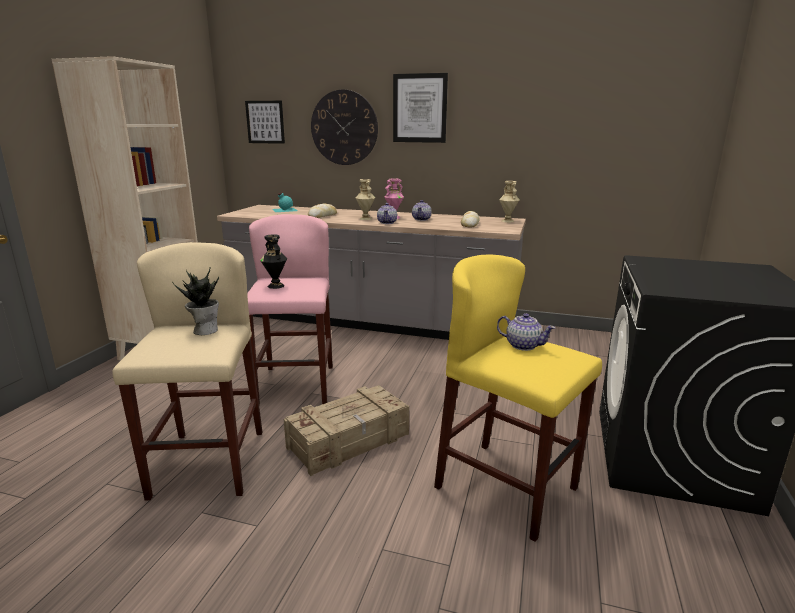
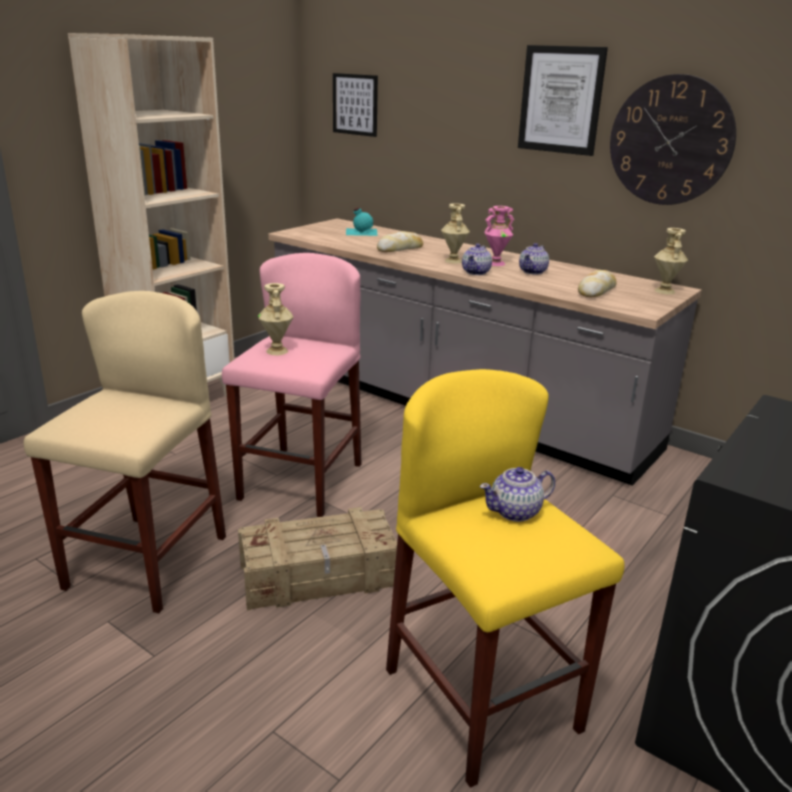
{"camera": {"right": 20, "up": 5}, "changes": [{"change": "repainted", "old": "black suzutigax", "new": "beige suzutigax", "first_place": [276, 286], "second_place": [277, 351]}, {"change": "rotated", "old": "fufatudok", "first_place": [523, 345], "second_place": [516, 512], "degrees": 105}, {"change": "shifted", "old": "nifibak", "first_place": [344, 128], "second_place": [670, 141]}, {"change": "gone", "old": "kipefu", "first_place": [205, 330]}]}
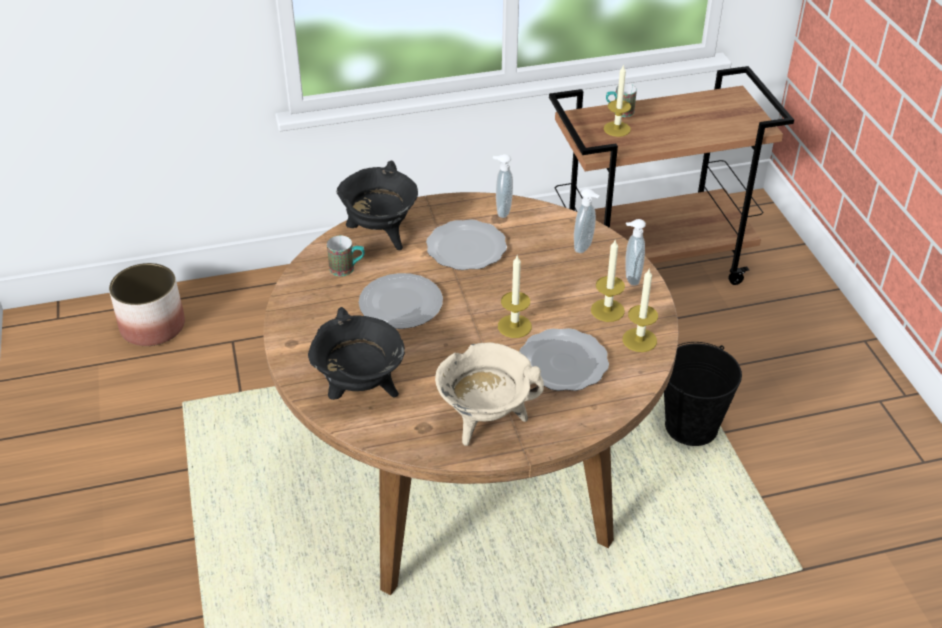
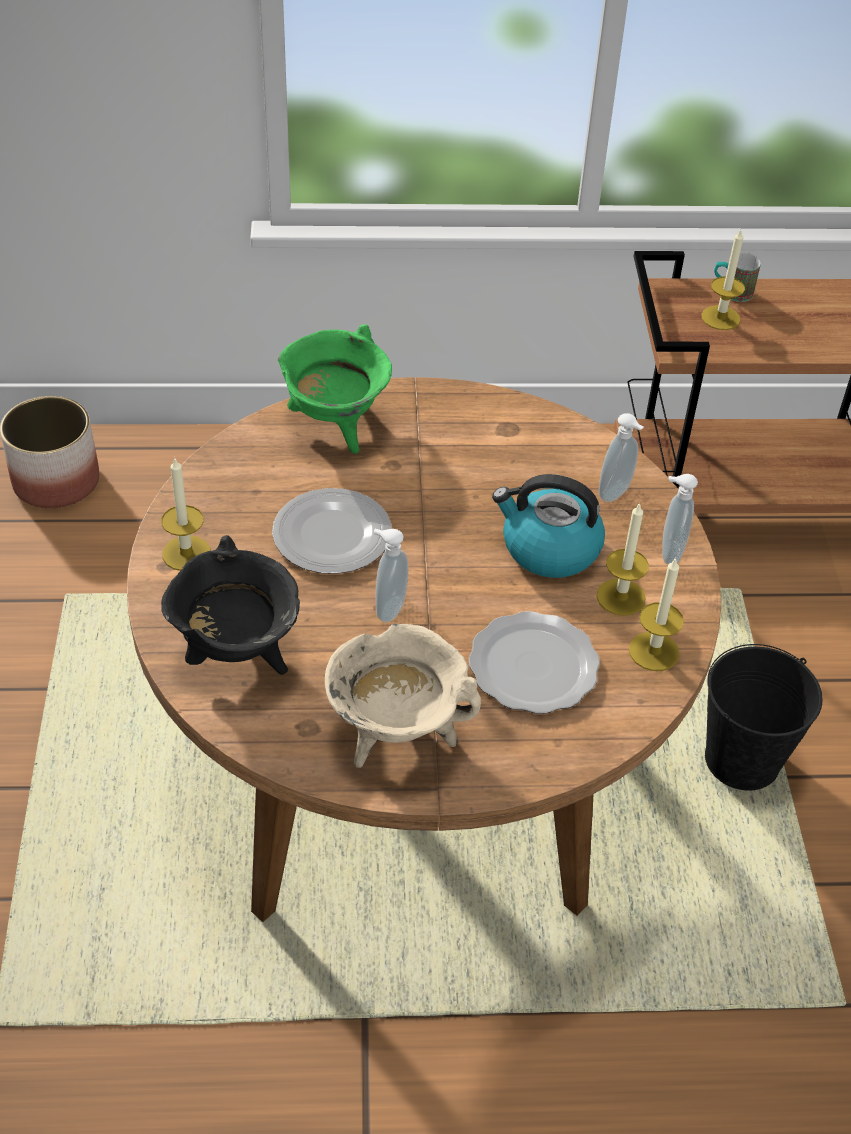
{"camera": {"right": 10, "up": 5}, "changes": [{"change": "shifted", "old": "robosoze", "first_place": [514, 326], "second_place": [186, 553]}, {"change": "repainted", "old": "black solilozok", "new": "green solilozok", "first_place": [381, 235], "second_place": [336, 426]}, {"change": "shifted", "old": "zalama", "first_place": [502, 211], "second_place": [388, 608]}, {"change": "new", "new": "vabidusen", "second_place": [549, 549]}, {"change": "gone", "old": "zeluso", "first_place": [347, 269]}, {"change": "gone", "old": "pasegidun", "first_place": [466, 249]}]}
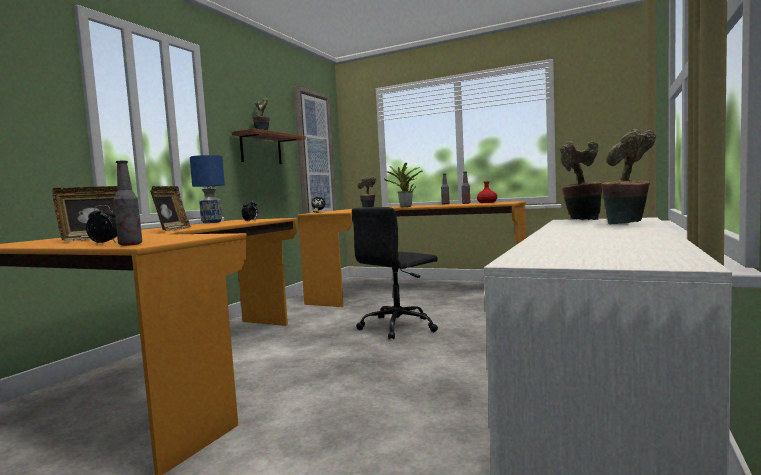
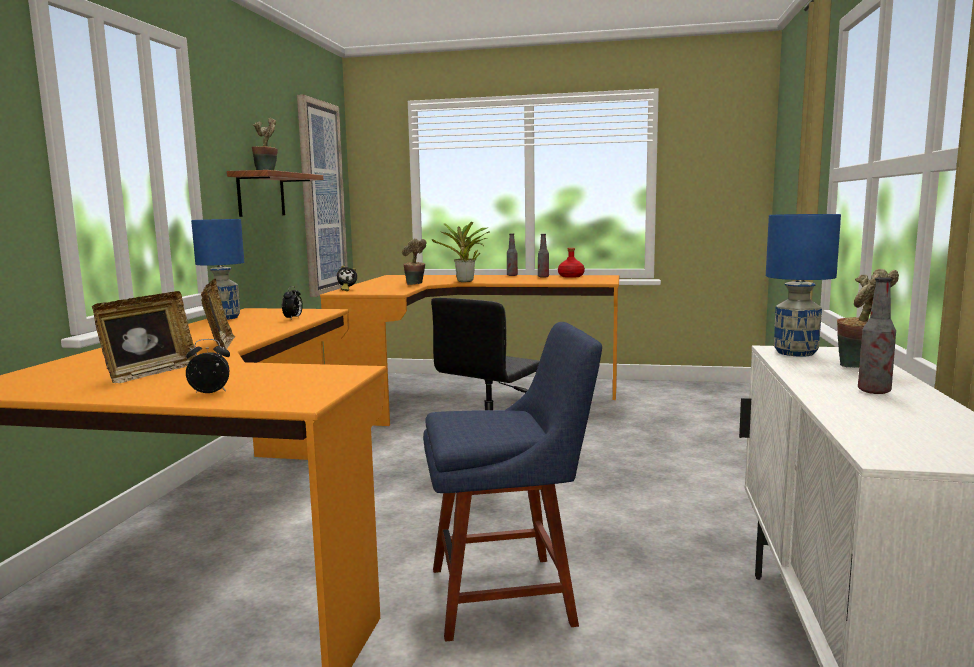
{"camera": {"right": -15, "up": 5}, "changes": [{"change": "new", "new": "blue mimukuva", "second_place": [510, 594]}, {"change": "swapped", "old": "kipefu", "new": "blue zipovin", "first_place": [580, 221], "second_place": [795, 353]}, {"change": "shifted", "old": "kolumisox", "first_place": [130, 244], "second_place": [874, 391]}]}
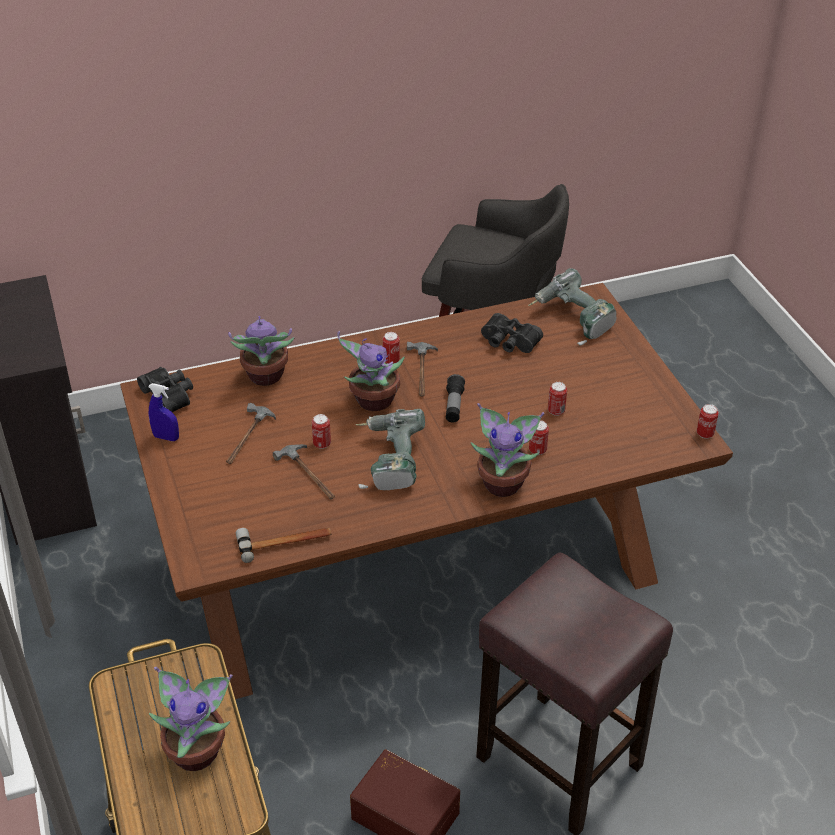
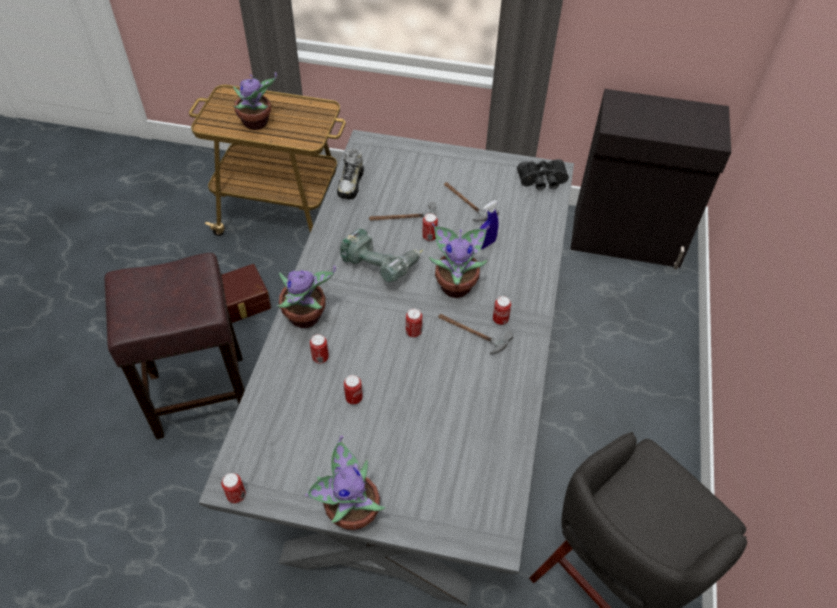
{"camera": {"right": 120, "up": 10}, "changes": [{"change": "repainted", "old": "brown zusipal", "new": "grey zusipal", "first_place": [418, 563], "second_place": [416, 407]}, {"change": "shifted", "old": "kipefu", "first_place": [265, 377], "second_place": [350, 511]}, {"change": "swapped", "old": "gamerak", "new": "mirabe", "first_place": [285, 542], "second_place": [351, 184]}, {"change": "swapped", "old": "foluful", "new": "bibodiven", "first_place": [454, 405], "second_place": [413, 332]}, {"change": "shifted", "old": "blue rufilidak", "first_place": [166, 437], "second_place": [486, 244]}, {"change": "gone", "old": "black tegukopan", "first_place": [508, 343]}, {"change": "gone", "old": "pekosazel", "first_place": [572, 320]}]}
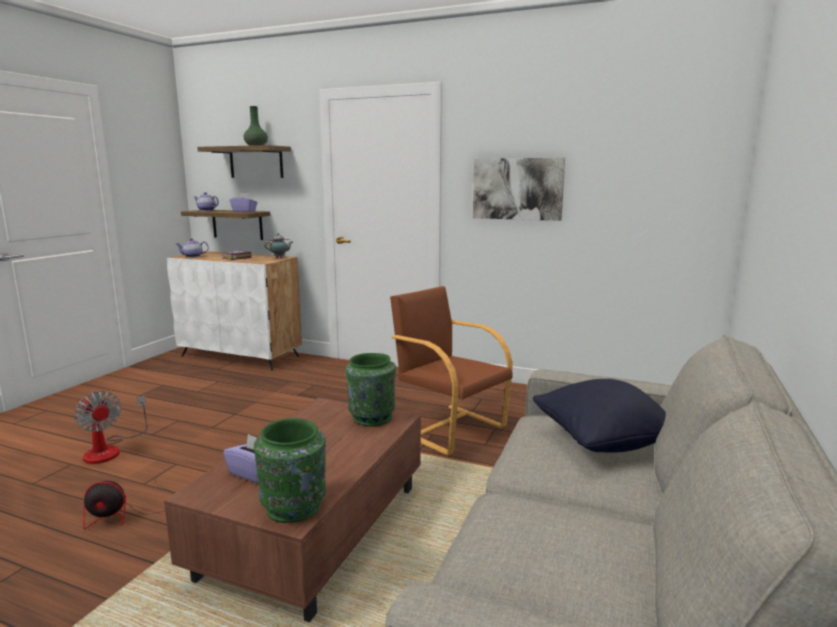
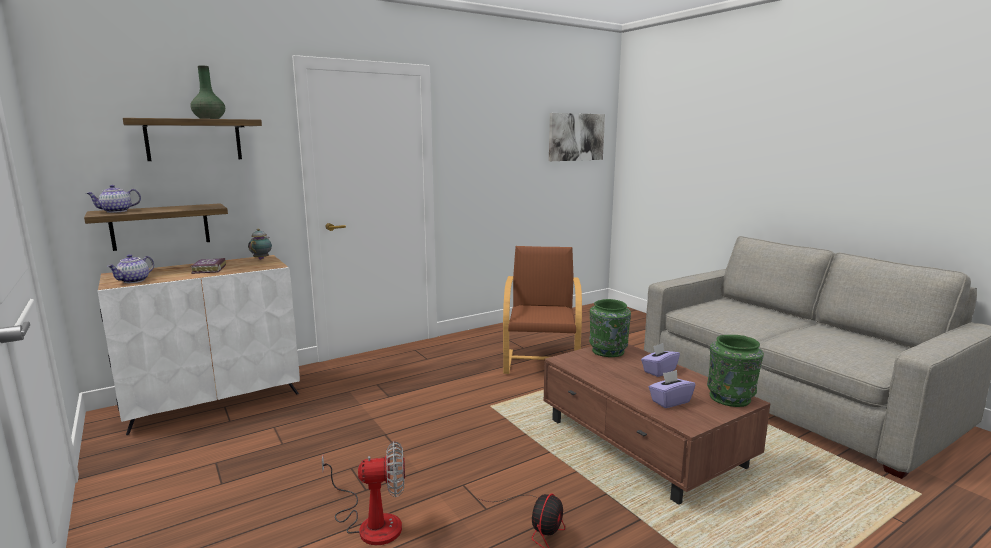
{"camera": {"right": -55, "up": 0}, "changes": [{"change": "rotated", "old": "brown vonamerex", "first_place": [449, 428], "second_place": [541, 362], "degrees": 105}, {"change": "shifted", "old": "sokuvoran", "first_place": [517, 189], "second_place": [576, 137]}, {"change": "shifted", "old": "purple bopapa", "first_place": [244, 211], "second_place": [659, 371]}, {"change": "gone", "old": "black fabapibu", "first_place": [602, 443]}]}
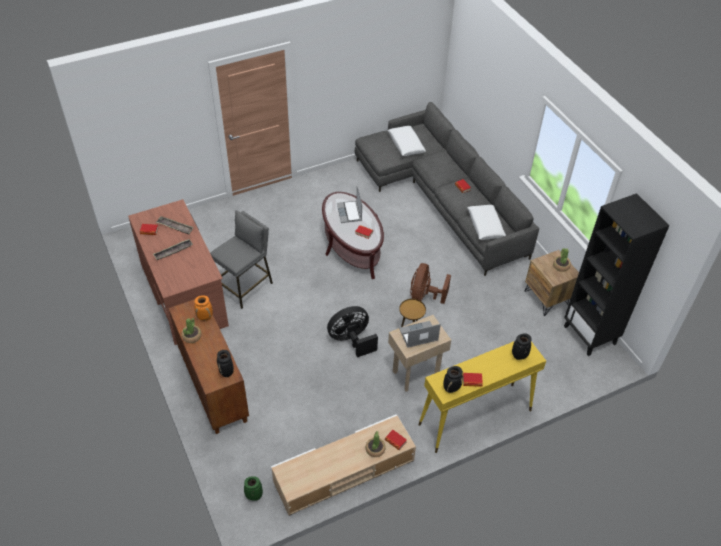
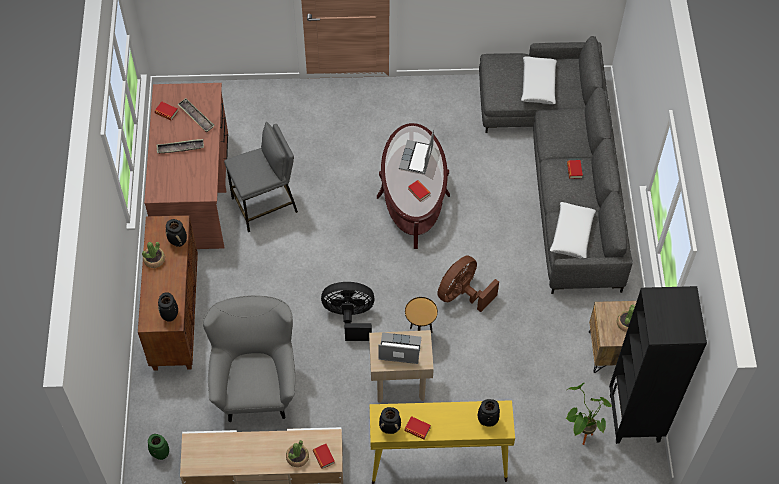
{"camera": {"right": 25, "up": 10}, "changes": [{"change": "repainted", "old": "orange suzutigax", "new": "black suzutigax", "first_place": [205, 317], "second_place": [178, 242]}, {"change": "new", "new": "grey vonamerex", "second_place": [256, 384]}, {"change": "new", "new": "kipefu", "second_place": [580, 437]}]}
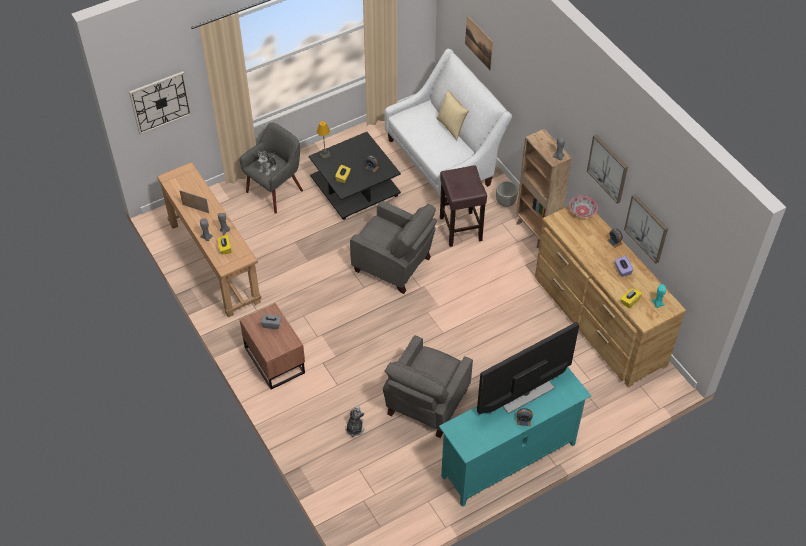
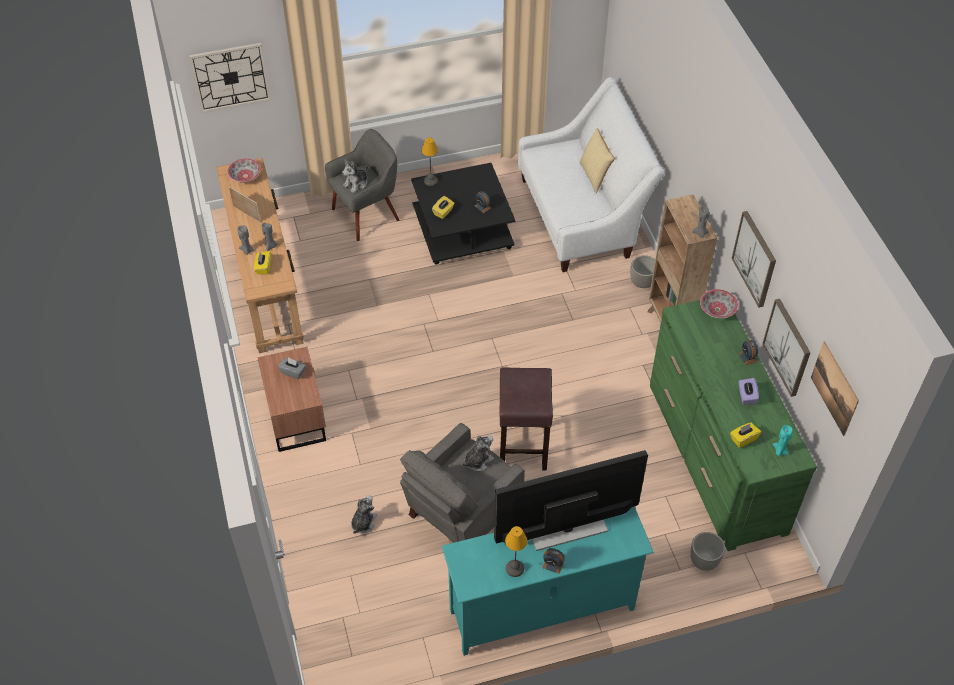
{"camera": {"right": 15, "up": 0}, "changes": [{"change": "new", "new": "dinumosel", "second_place": [245, 176]}, {"change": "new", "new": "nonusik", "second_place": [478, 461]}, {"change": "shifted", "old": "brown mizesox", "first_place": [460, 228], "second_place": [522, 445]}, {"change": "new", "new": "zipovin", "second_place": [514, 569]}, {"change": "repainted", "old": "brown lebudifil", "new": "green lebudifil", "first_place": [598, 321], "second_place": [715, 456]}, {"change": "new", "new": "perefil", "second_place": [703, 561]}, {"change": "shifted", "old": "sokuvoran", "first_place": [479, 42], "second_place": [834, 388]}, {"change": "gone", "old": "grey vonamerex", "first_place": [394, 265]}]}
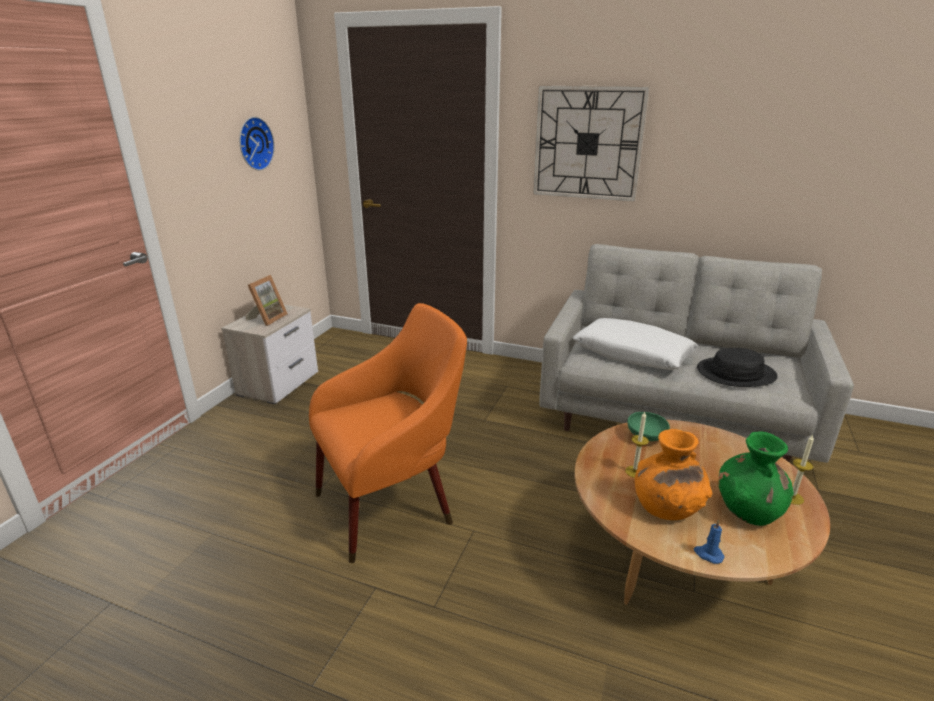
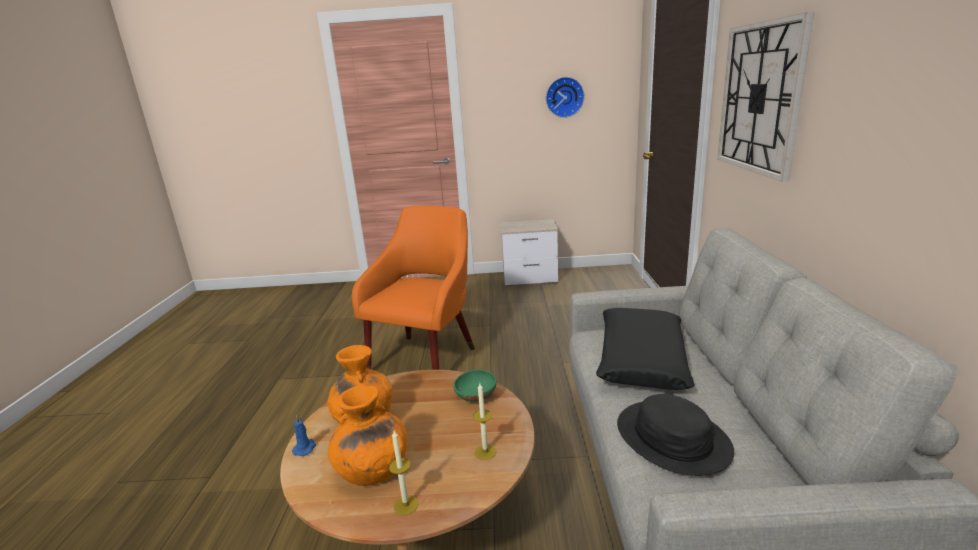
{"camera": {"right": 70, "up": -5}, "changes": [{"change": "repainted", "old": "green suzutigax", "new": "orange suzutigax", "first_place": [748, 510], "second_place": [373, 471]}, {"change": "rotated", "old": "orange vonamerex", "first_place": [392, 504], "second_place": [426, 356], "degrees": -105}, {"change": "shifted", "old": "robosoze", "first_place": [634, 472], "second_place": [485, 452]}, {"change": "repainted", "old": "white fabapibu", "new": "black fabapibu", "first_place": [632, 354], "second_place": [641, 359]}, {"change": "gone", "old": "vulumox", "first_place": [267, 318]}]}
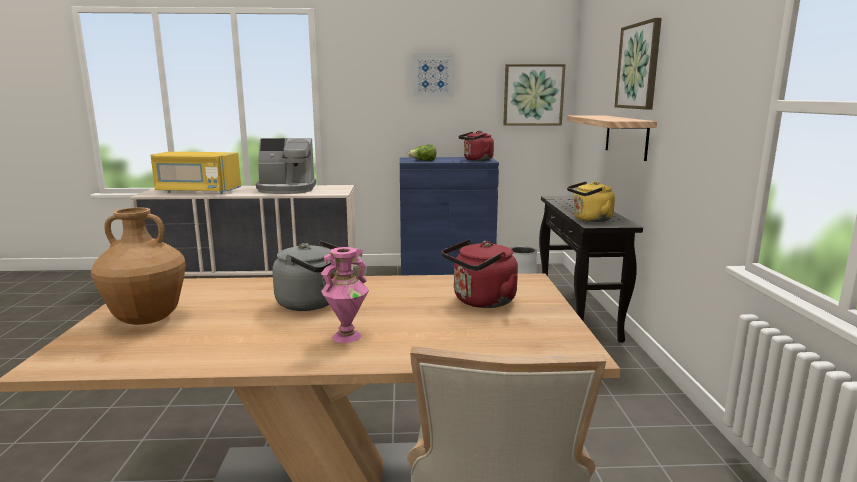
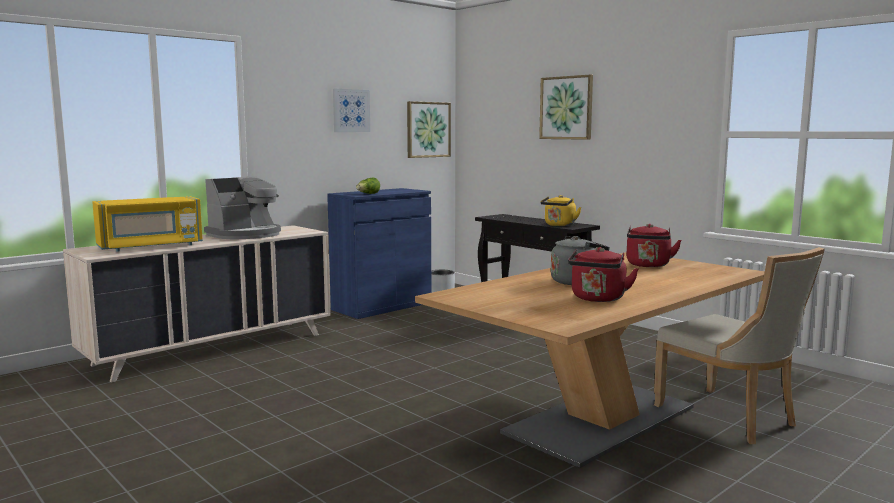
{"camera": {"right": -40, "up": -5}, "changes": [{"change": "shifted", "old": "red vabidusen", "first_place": [476, 160], "second_place": [598, 299]}, {"change": "gone", "old": "brown suzutigax", "first_place": [148, 319]}, {"change": "gone", "old": "pink suzutigax", "first_place": [346, 336]}, {"change": "gone", "old": "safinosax", "first_place": [626, 136]}]}
